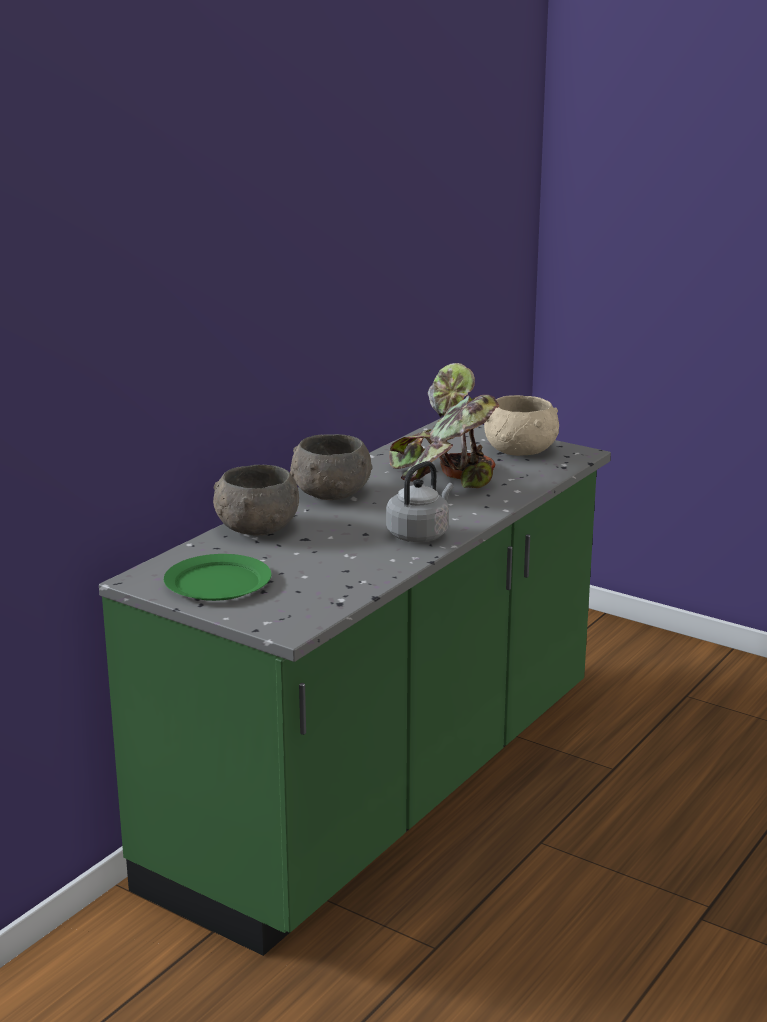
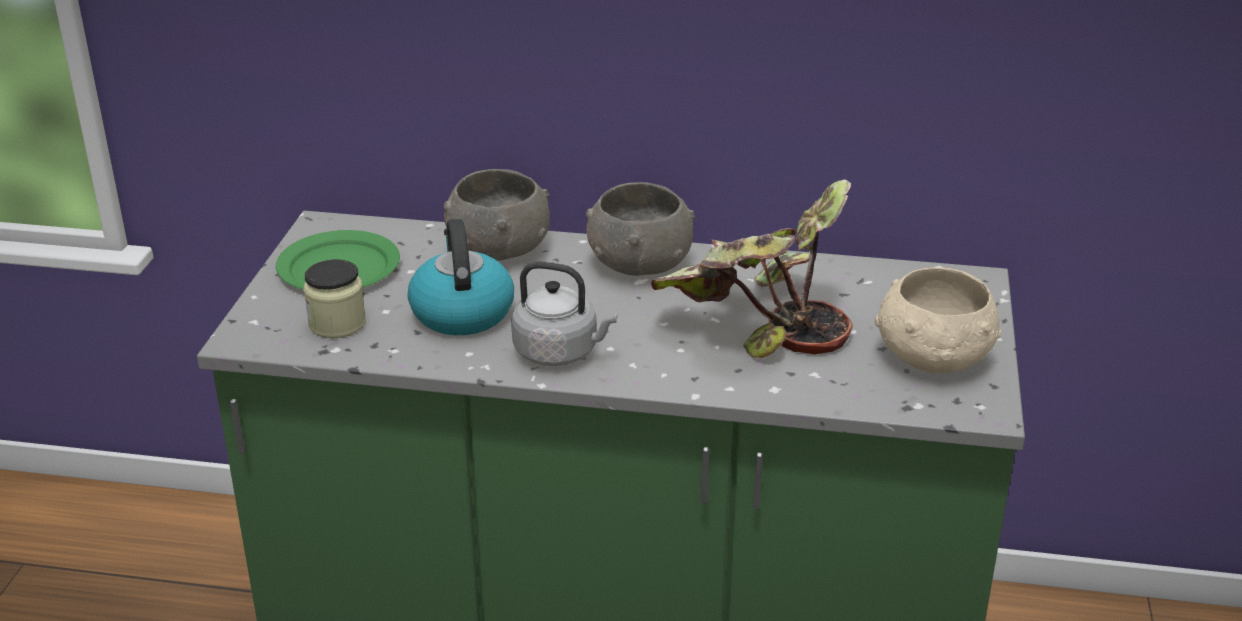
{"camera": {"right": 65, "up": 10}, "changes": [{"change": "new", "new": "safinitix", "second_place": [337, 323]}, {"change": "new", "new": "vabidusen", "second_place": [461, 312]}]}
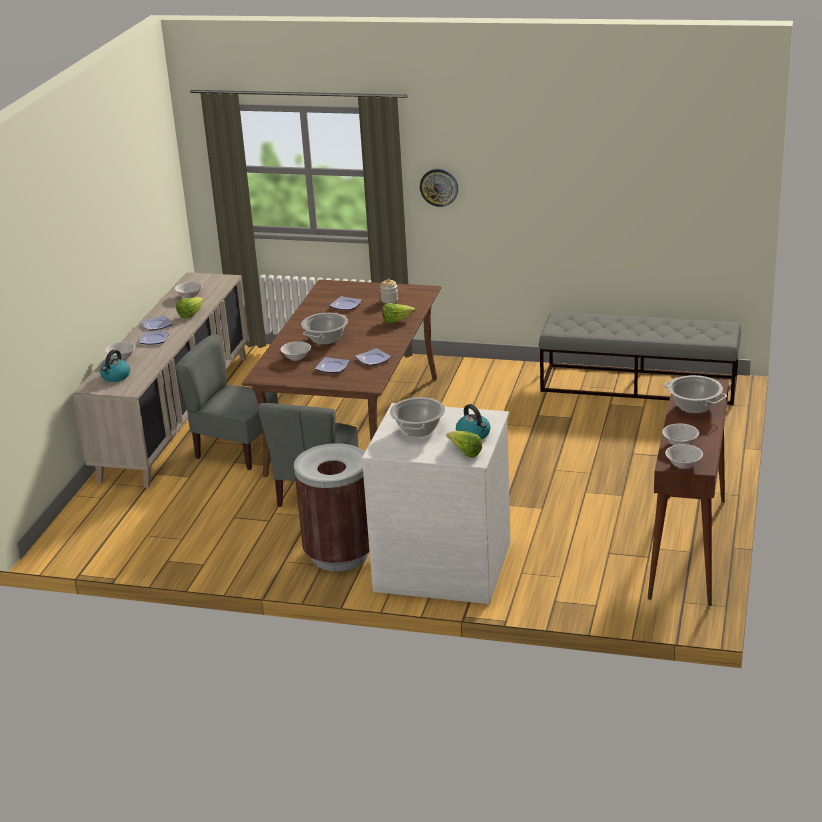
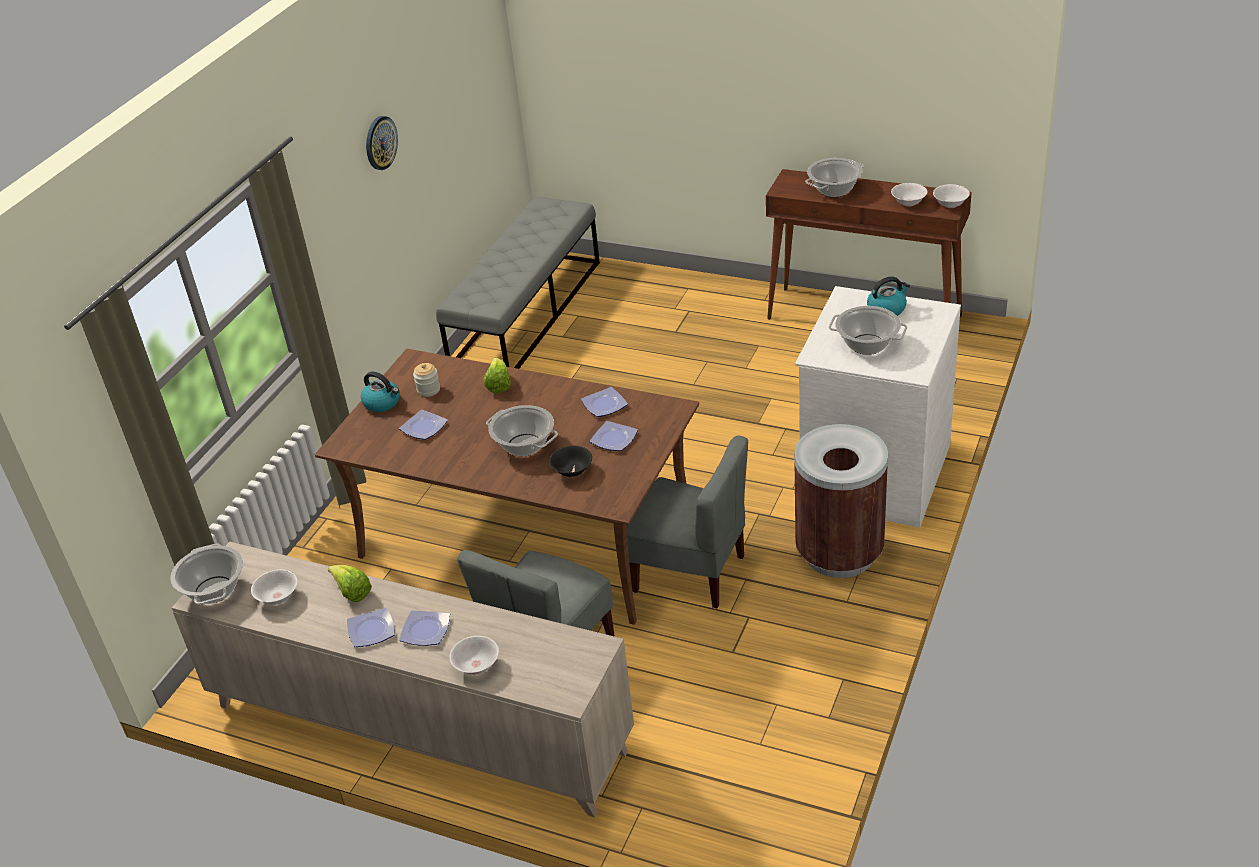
{"camera": {"right": -80, "up": 10}, "changes": [{"change": "new", "new": "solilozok", "second_place": [213, 590]}, {"change": "shifted", "old": "vabidusen", "first_place": [115, 377], "second_place": [383, 403]}, {"change": "shifted", "old": "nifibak", "first_place": [439, 187], "second_place": [380, 142]}, {"change": "repainted", "old": "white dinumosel", "new": "black dinumosel", "first_place": [296, 358], "second_place": [572, 471]}, {"change": "gone", "old": "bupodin", "first_place": [465, 453]}]}
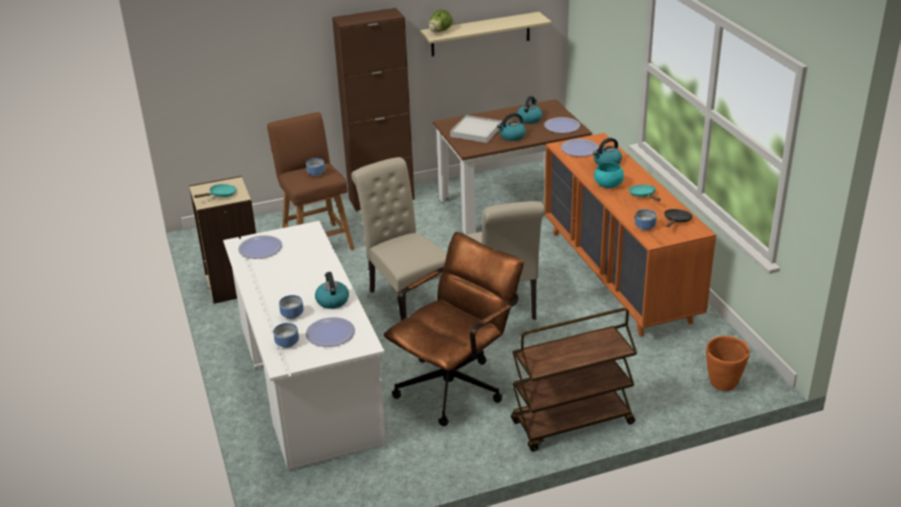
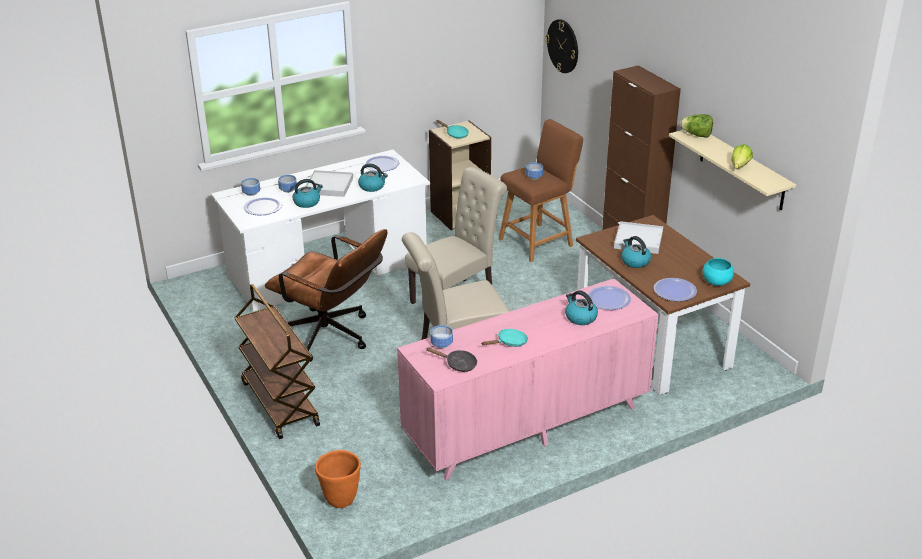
{"camera": {"right": 80, "up": 0}, "changes": [{"change": "new", "new": "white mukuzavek", "second_place": [329, 186]}, {"change": "shifted", "old": "vabidusen", "first_place": [529, 119], "second_place": [372, 187]}, {"change": "repainted", "old": "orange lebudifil", "new": "pink lebudifil", "first_place": [618, 276], "second_place": [526, 425]}, {"change": "new", "new": "nifibak", "second_place": [563, 46]}, {"change": "shifted", "old": "turquoise dinumosel", "first_place": [608, 185], "second_place": [716, 282]}, {"change": "new", "new": "bupodin", "second_place": [738, 168]}]}
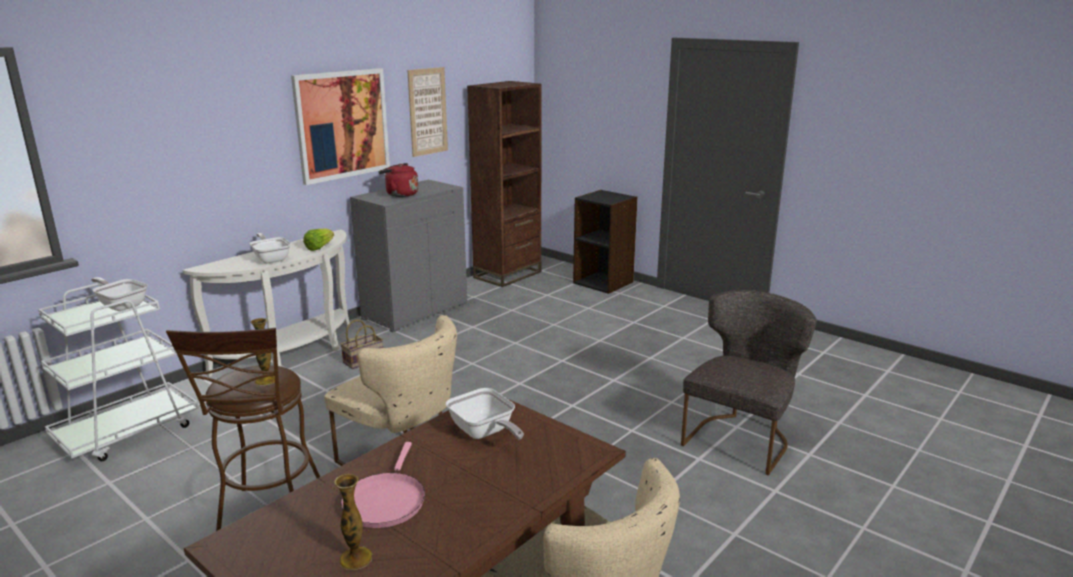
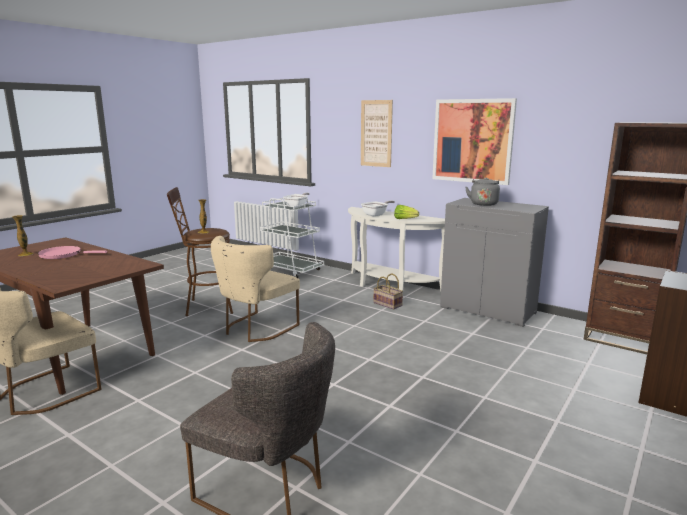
{"camera": {"right": 85, "up": -5}, "changes": [{"change": "shifted", "old": "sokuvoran", "first_place": [427, 111], "second_place": [376, 133]}, {"change": "repainted", "old": "red vabidusen", "new": "grey vabidusen", "first_place": [400, 194], "second_place": [483, 204]}, {"change": "gone", "old": "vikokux", "first_place": [484, 433]}]}
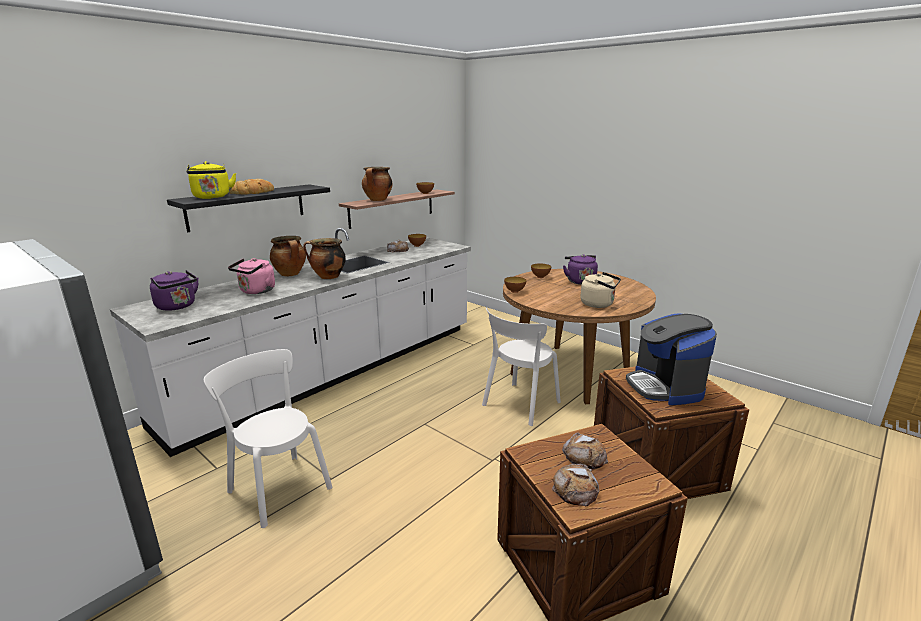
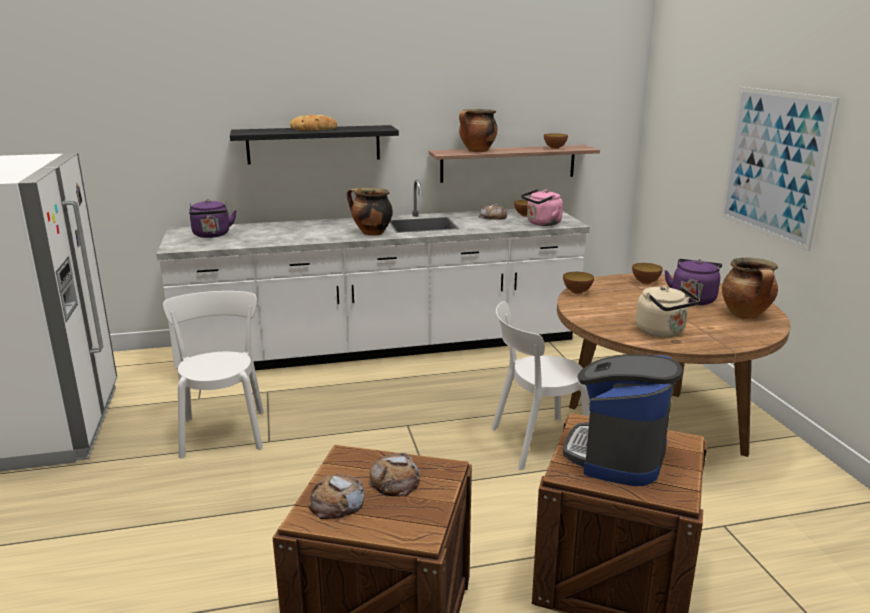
{"camera": {"right": 35, "up": 0}, "changes": [{"change": "shifted", "old": "pink vabidusen", "first_place": [256, 291], "second_place": [542, 223]}, {"change": "new", "new": "sokuvoran", "second_place": [774, 164]}, {"change": "shifted", "old": "solilozok", "first_place": [291, 274], "second_place": [746, 315]}, {"change": "gone", "old": "yellow vabidusen", "first_place": [212, 197]}]}
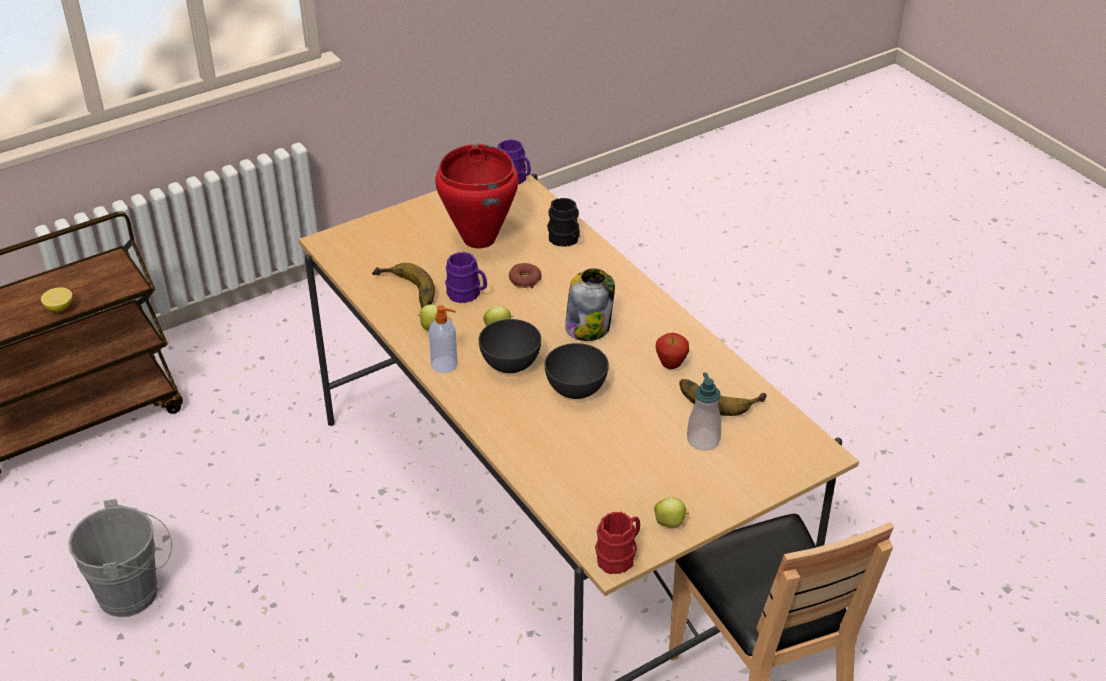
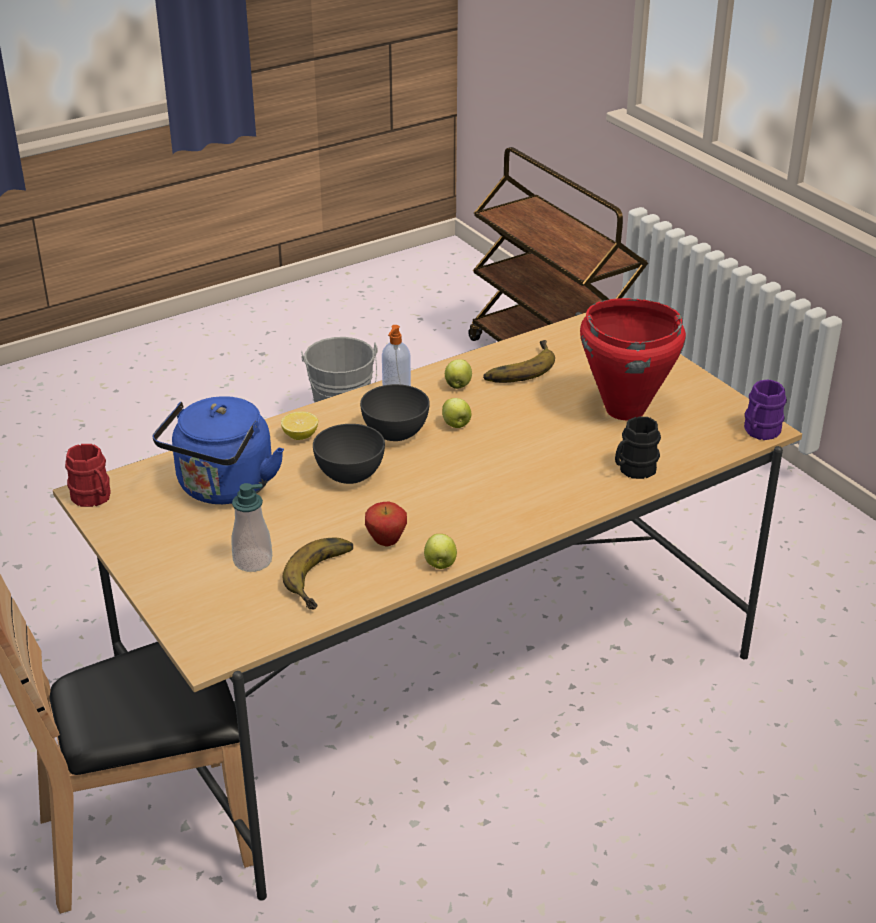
{"camera": {"right": 90, "up": -5}, "changes": [{"change": "new", "new": "blue vabidusen", "second_place": [223, 488]}, {"change": "shifted", "old": "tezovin", "first_place": [59, 307], "second_place": [300, 436]}, {"change": "shifted", "old": "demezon", "first_place": [670, 523], "second_place": [440, 564]}, {"change": "gone", "old": "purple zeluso", "first_place": [467, 295]}, {"change": "gone", "old": "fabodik", "first_place": [525, 280]}, {"change": "gone", "old": "safinitix", "first_place": [588, 327]}]}
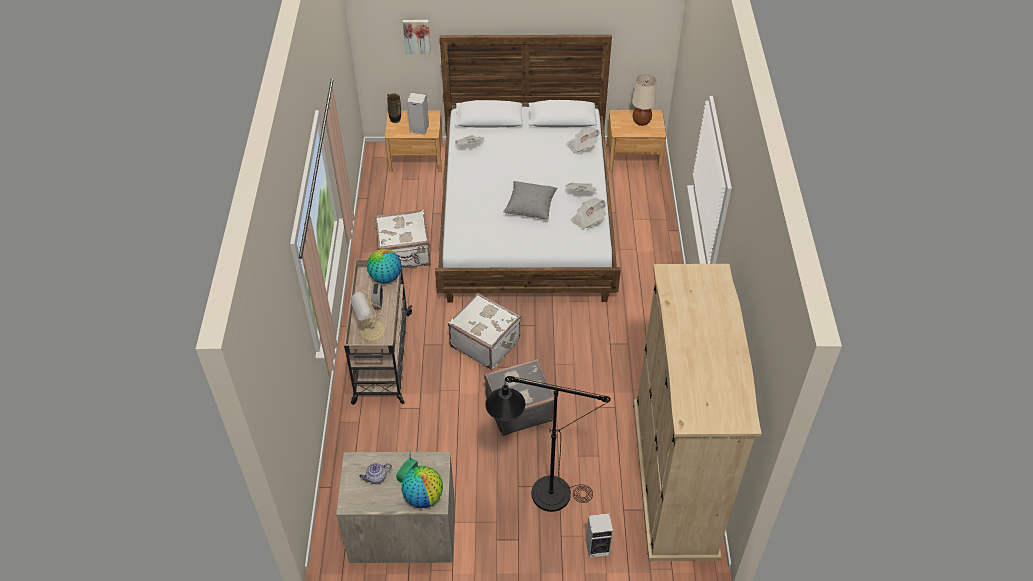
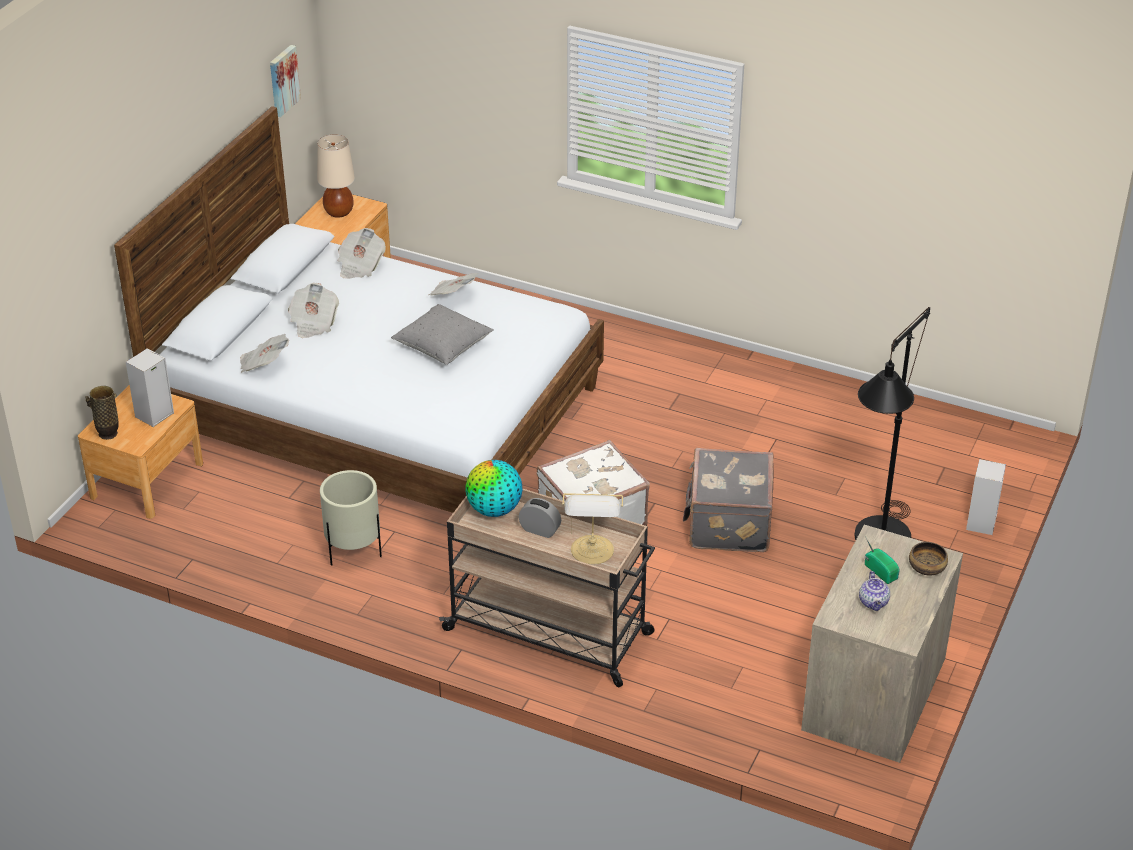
{"camera": {"right": -65, "up": -10}, "changes": [{"change": "shifted", "old": "sokuvoran", "first_place": [417, 36], "second_place": [283, 80]}, {"change": "shifted", "old": "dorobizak", "first_place": [588, 220], "second_place": [313, 323]}, {"change": "swapped", "old": "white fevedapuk", "new": "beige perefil", "first_place": [405, 254], "second_place": [353, 551]}, {"change": "swapped", "old": "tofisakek", "new": "dinumosel", "first_place": [423, 497], "second_place": [926, 567]}, {"change": "gone", "old": "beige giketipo", "first_place": [674, 477]}]}
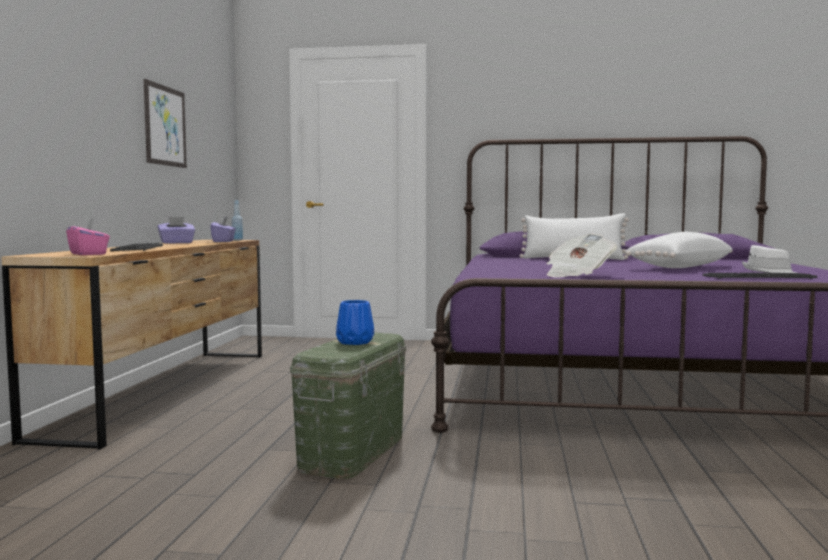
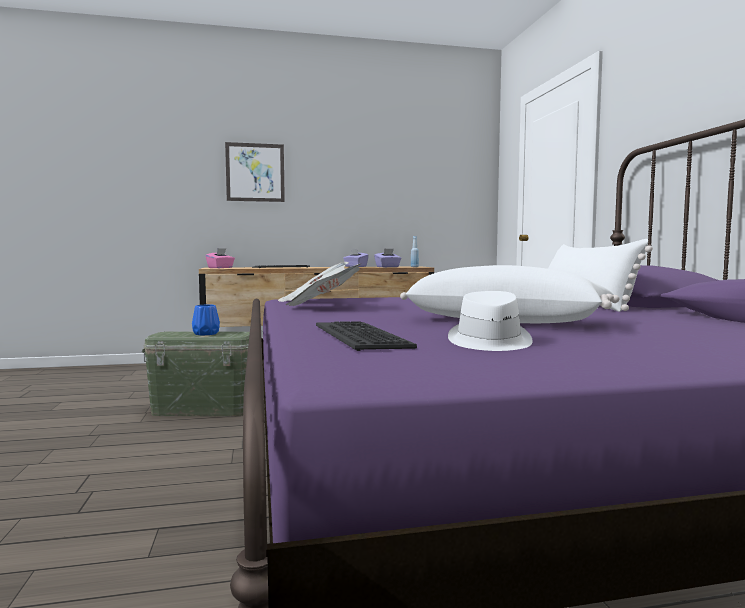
{"camera": {"right": 70, "up": 0}, "changes": [{"change": "shifted", "old": "sokuvoran", "first_place": [165, 126], "second_place": [255, 172]}, {"change": "new", "new": "dorobizak", "second_place": [313, 301]}]}
